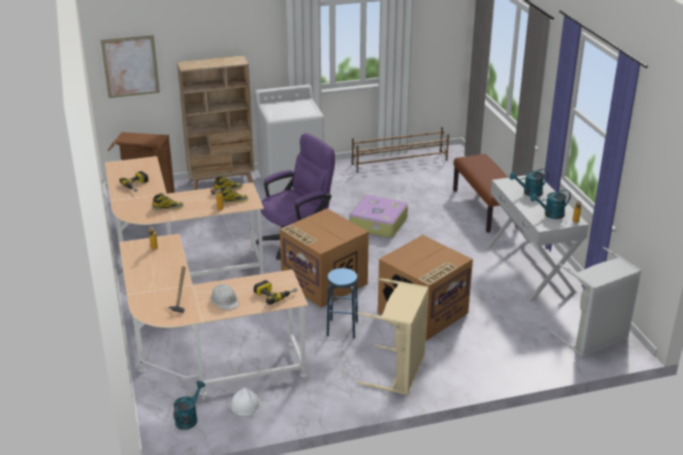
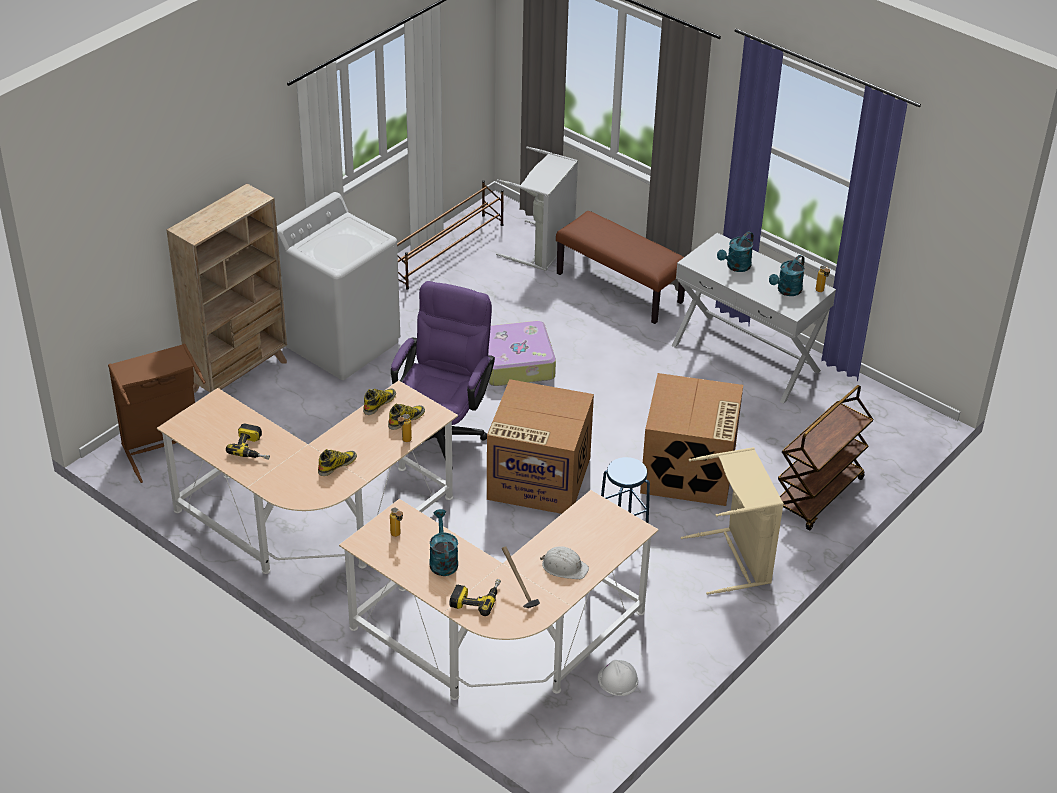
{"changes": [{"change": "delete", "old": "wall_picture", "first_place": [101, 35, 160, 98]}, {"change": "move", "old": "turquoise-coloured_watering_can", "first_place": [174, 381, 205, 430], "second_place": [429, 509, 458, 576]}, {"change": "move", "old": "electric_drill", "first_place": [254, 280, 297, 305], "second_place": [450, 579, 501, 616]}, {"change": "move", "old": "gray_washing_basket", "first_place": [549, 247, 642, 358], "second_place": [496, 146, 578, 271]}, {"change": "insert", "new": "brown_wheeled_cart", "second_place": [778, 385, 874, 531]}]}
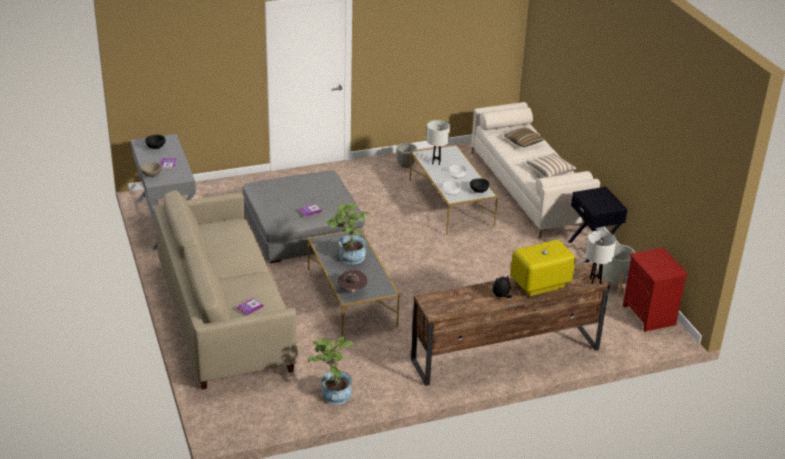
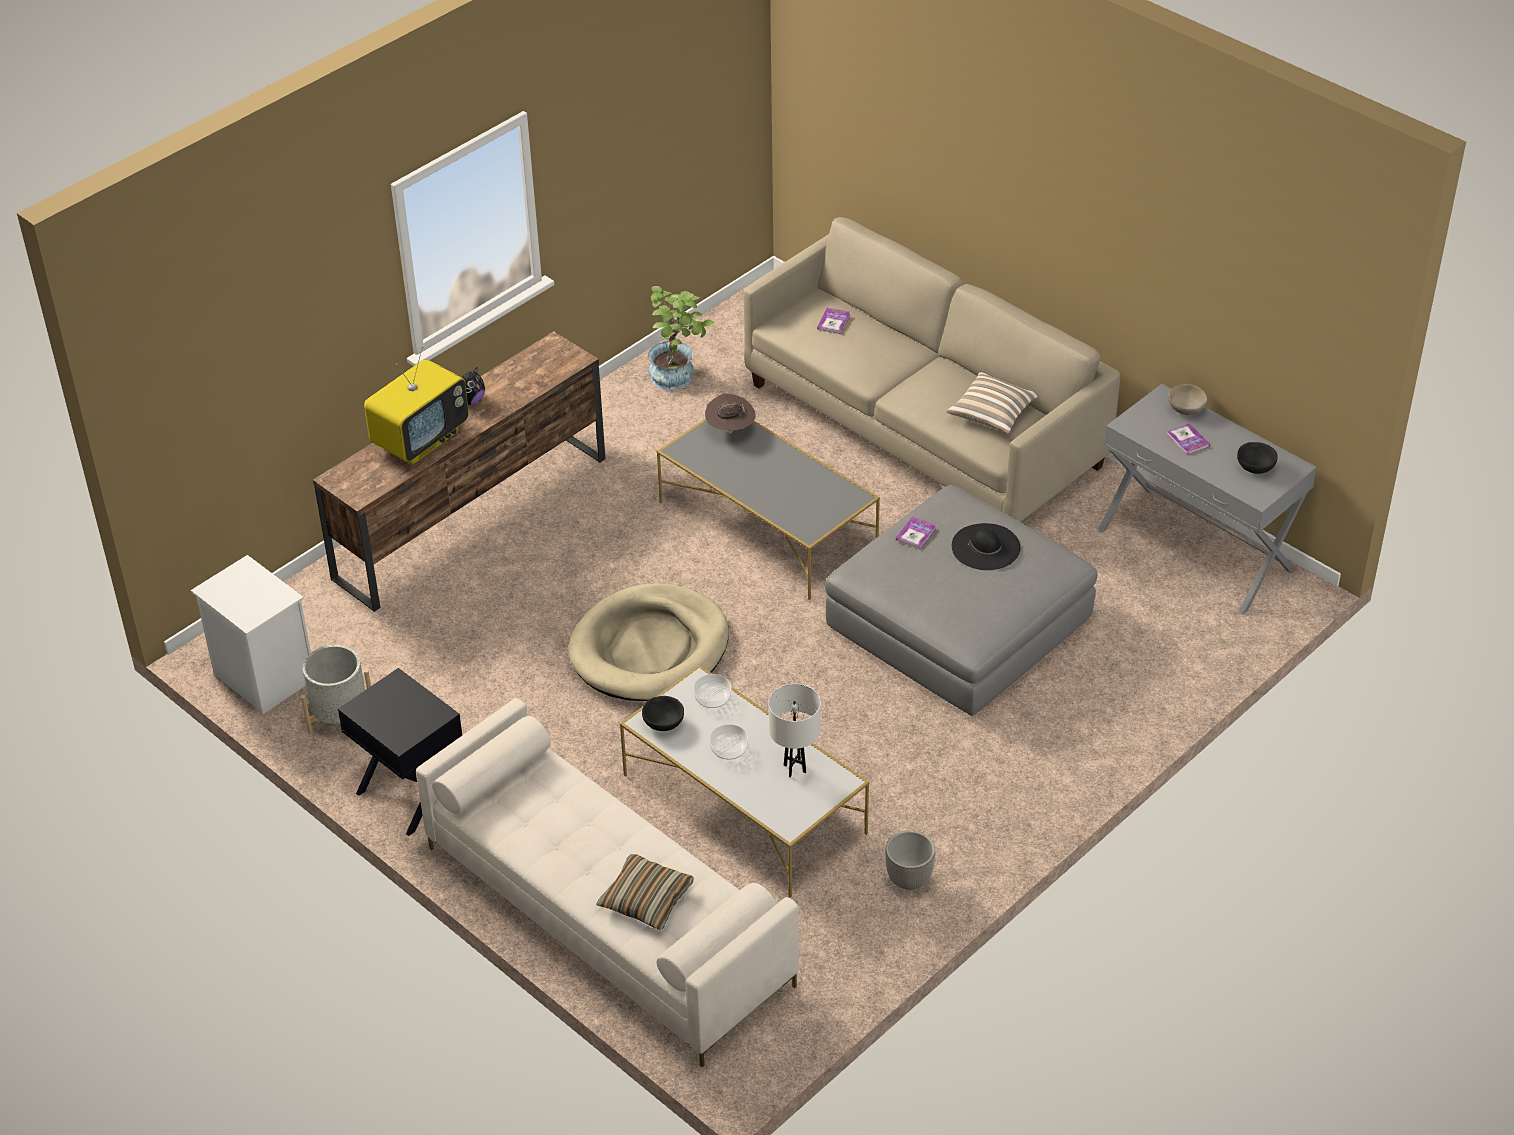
{"changes": [{"change": "delete", "old": "houseplant", "first_place": [325, 204, 371, 264]}, {"change": "move", "old": "pillow", "first_place": [526, 153, 576, 177], "second_place": [946, 372, 1038, 434]}, {"change": "delete", "old": "whitish_table_lamp", "first_place": [585, 231, 616, 284]}, {"change": "recolor", "old": "red_nightstand", "new": "whitish_nightstand", "first_place": [623, 248, 689, 332], "second_place": [191, 555, 311, 714]}, {"change": "insert", "new": "beige-coloured_dog_cushion", "second_place": [568, 583, 729, 701]}, {"change": "insert", "new": "black_clothing_hat", "second_place": [952, 523, 1020, 570]}]}
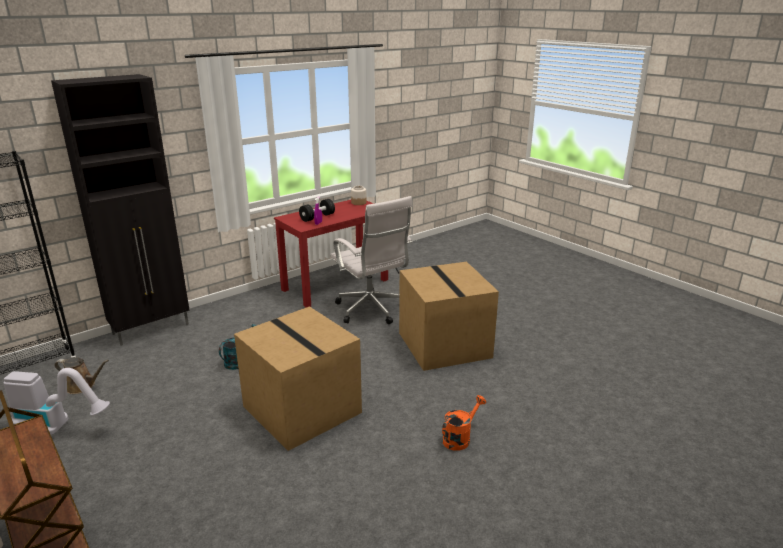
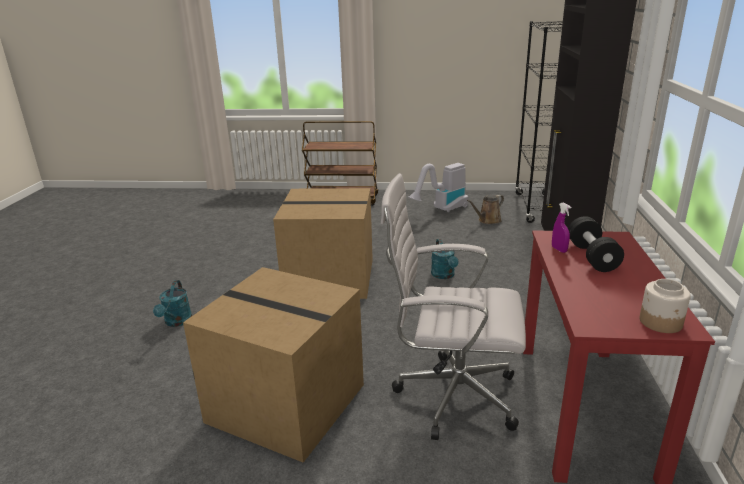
{"changes": [{"change": "recolor", "old": "orange_watering_can", "new": "turquoise-coloured_watering_can", "first_place": [442, 395, 486, 451], "second_place": [153, 280, 192, 327]}]}
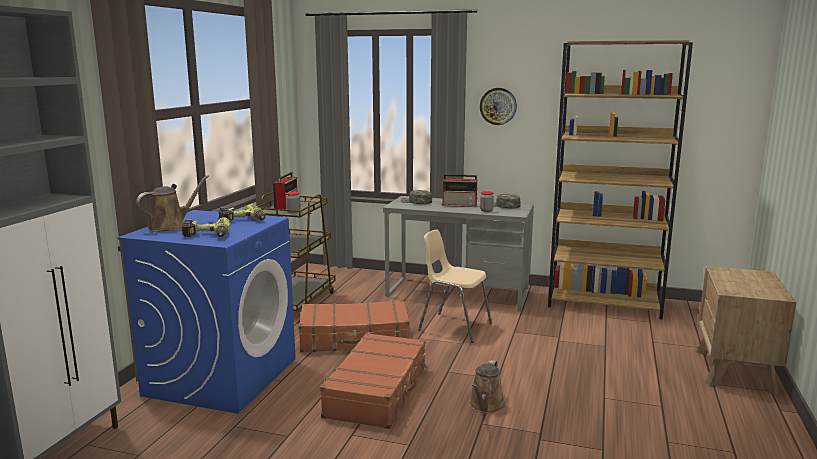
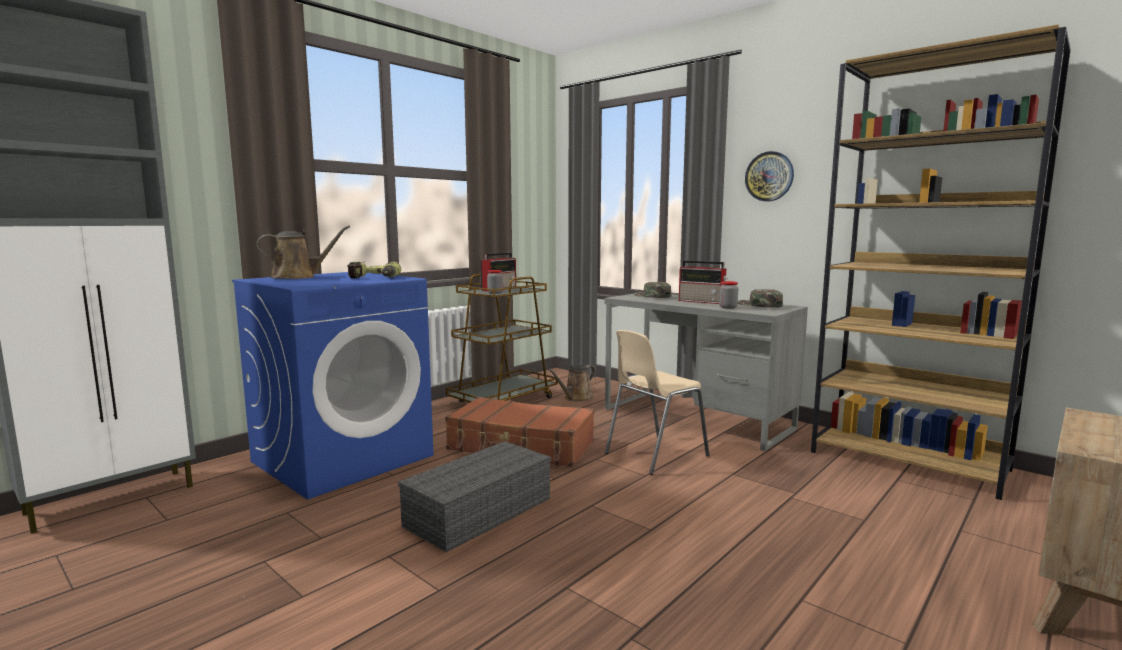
{"changes": [{"change": "delete", "old": "electric_drill", "first_place": [181, 217, 231, 237]}, {"change": "replace", "old": "brown_suitcase", "new": "gray_storage_bin", "first_place": [320, 333, 428, 429], "second_place": [398, 441, 551, 552]}, {"change": "rotate", "old": "beige-coloured_plain_chair", "first_place": [418, 229, 492, 343], "second_place": [605, 330, 709, 475], "degrees": -90}, {"change": "move", "old": "brown_watering_can", "first_place": [469, 360, 505, 413], "second_place": [547, 365, 595, 402]}]}
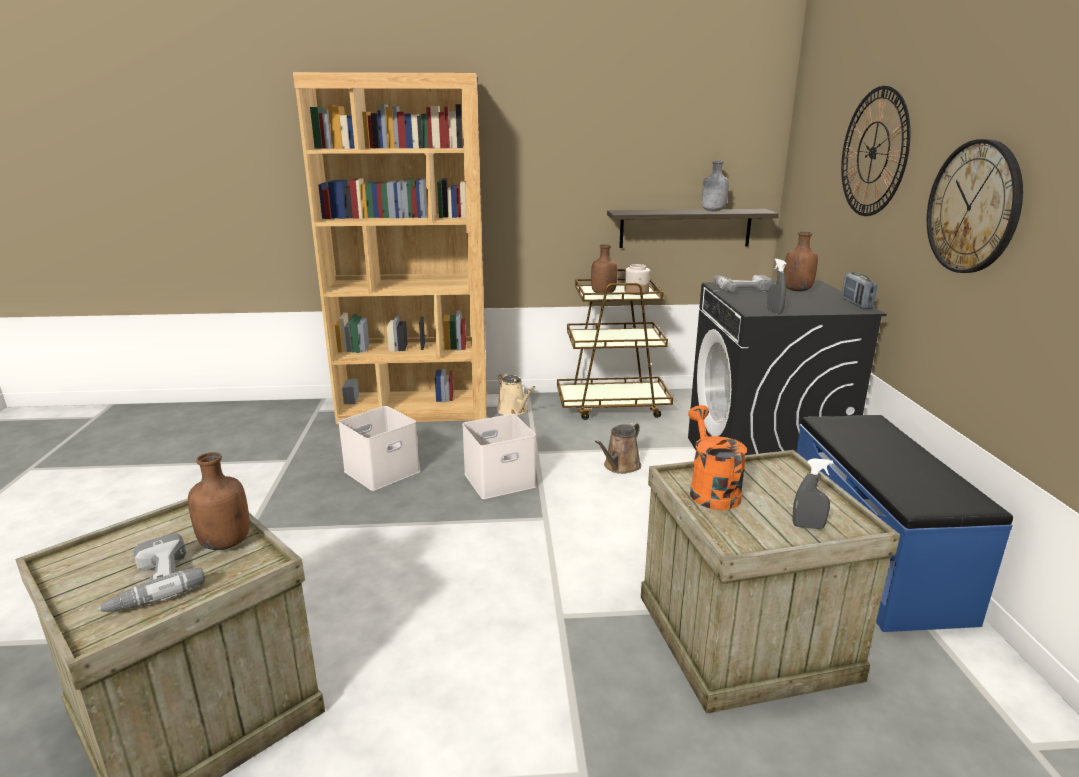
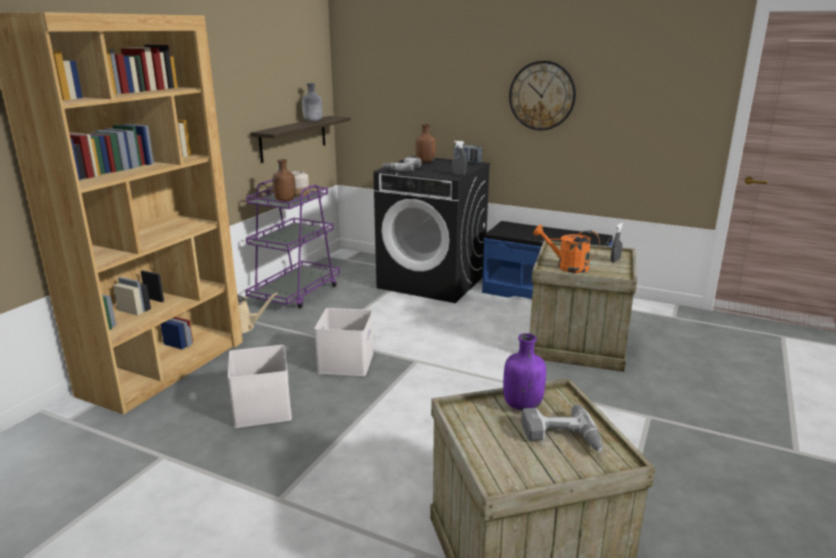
{"changes": [{"change": "recolor", "old": "brown_bottle", "new": "purple_bottle", "first_place": [188, 452, 250, 550], "second_place": [503, 333, 546, 410]}, {"change": "recolor", "old": "brown_wheeled_cart", "new": "purple_wheeled_cart", "first_place": [557, 269, 673, 420], "second_place": [246, 179, 340, 308]}, {"change": "delete", "old": "brown_watering_can", "first_place": [595, 422, 641, 474]}, {"change": "delete", "old": "hanging_clock", "first_place": [841, 86, 910, 216]}]}
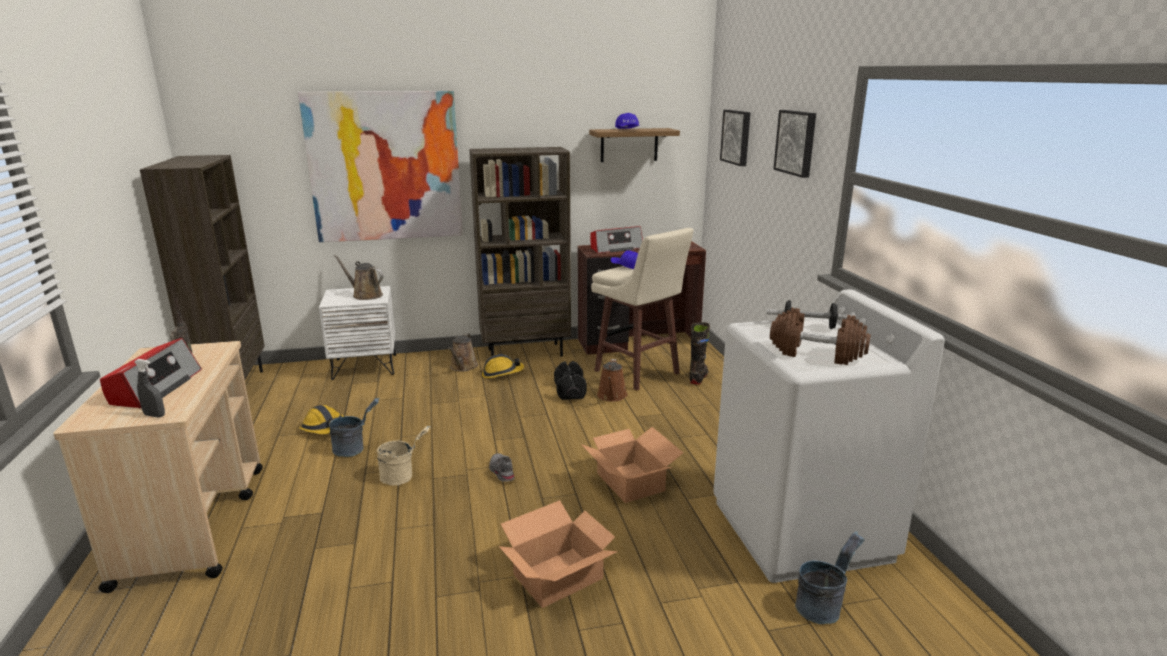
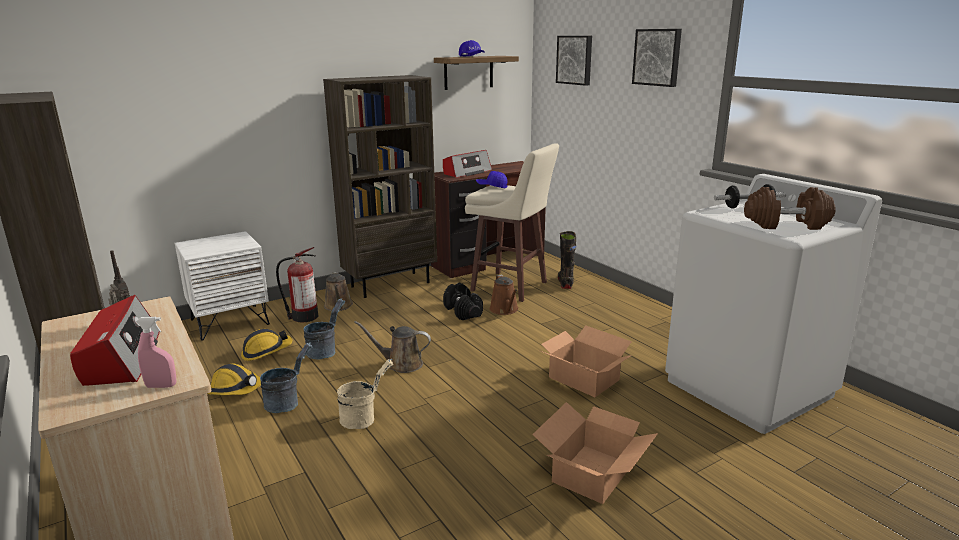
{"changes": [{"change": "recolor", "old": "gray_spray_bottle", "new": "pinkish_spray_bottle", "first_place": [134, 359, 165, 418], "second_place": [136, 317, 176, 388]}, {"change": "delete", "old": "wall_picture", "first_place": [298, 91, 463, 242]}, {"change": "move", "old": "brown_watering_can", "first_place": [334, 255, 384, 300], "second_place": [354, 321, 431, 373]}, {"change": "move", "old": "safety_helmet", "first_place": [482, 354, 524, 378], "second_place": [241, 329, 292, 361]}, {"change": "delete", "old": "gray_item_of_footwear", "first_place": [489, 453, 515, 482]}, {"change": "move", "old": "gray_bucket", "first_place": [795, 532, 865, 624], "second_place": [303, 298, 345, 359]}, {"change": "insert", "new": "fire_extinguisher", "second_place": [276, 247, 318, 322]}]}
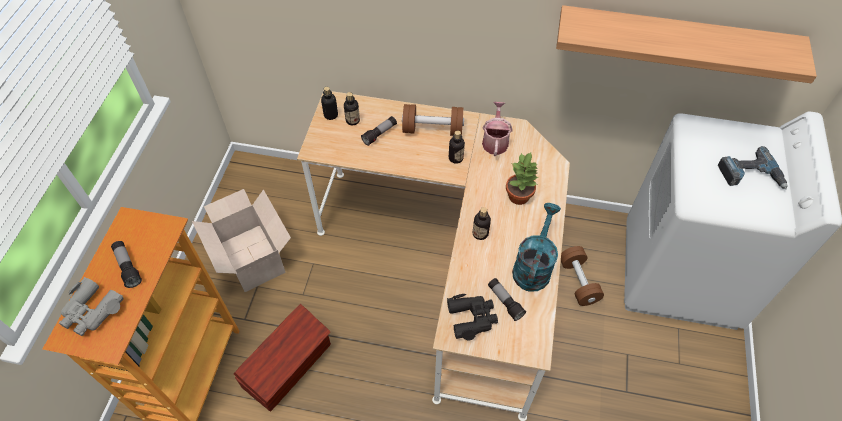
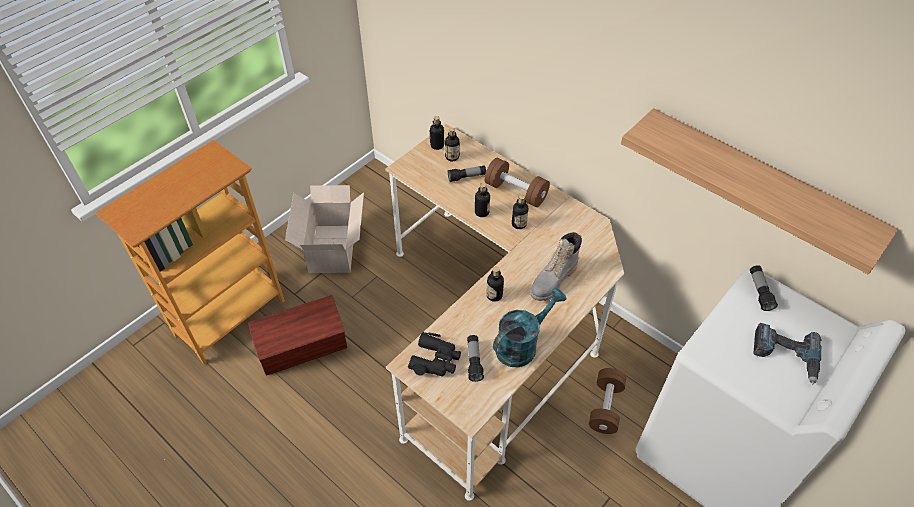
{"changes": [{"change": "delete", "old": "gray_pair_of_binoculars", "first_place": [59, 277, 124, 336]}, {"change": "move", "old": "torch", "first_place": [111, 241, 142, 288], "second_place": [750, 265, 778, 311]}, {"change": "delete", "old": "watering_can", "first_place": [482, 102, 513, 156]}, {"change": "replace", "old": "houseplant", "new": "gray_tall_boot", "first_place": [506, 153, 538, 205], "second_place": [530, 232, 582, 301]}, {"change": "insert", "new": "bottle", "second_place": [475, 183, 490, 217]}]}
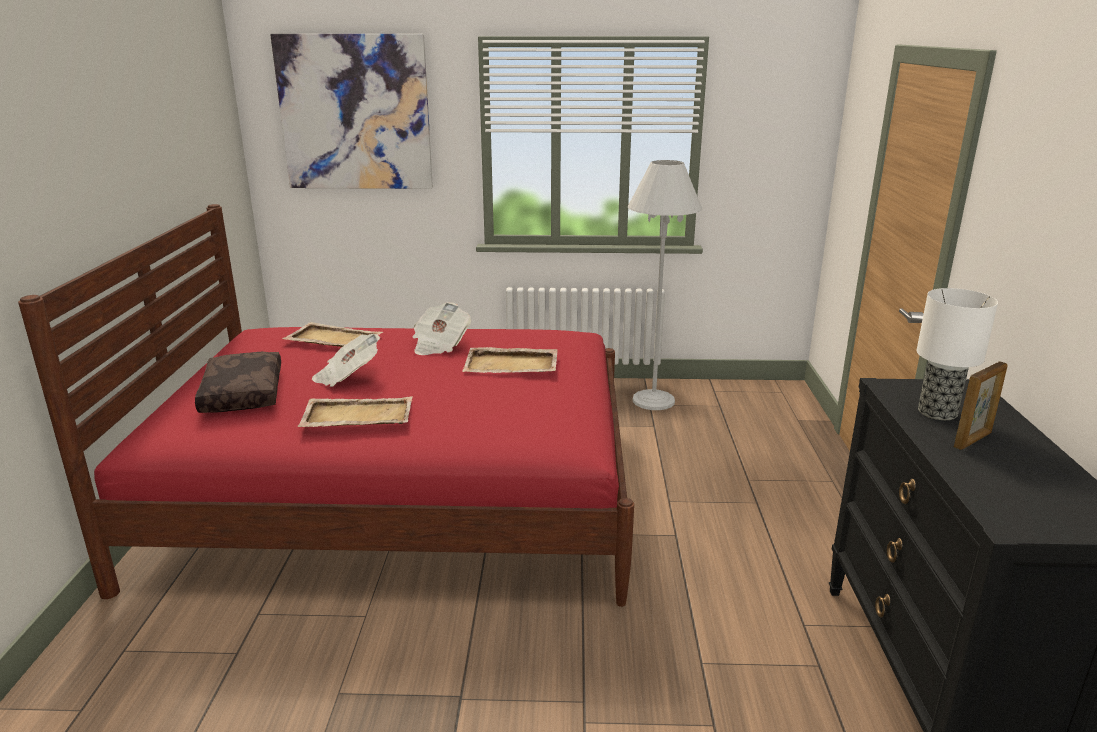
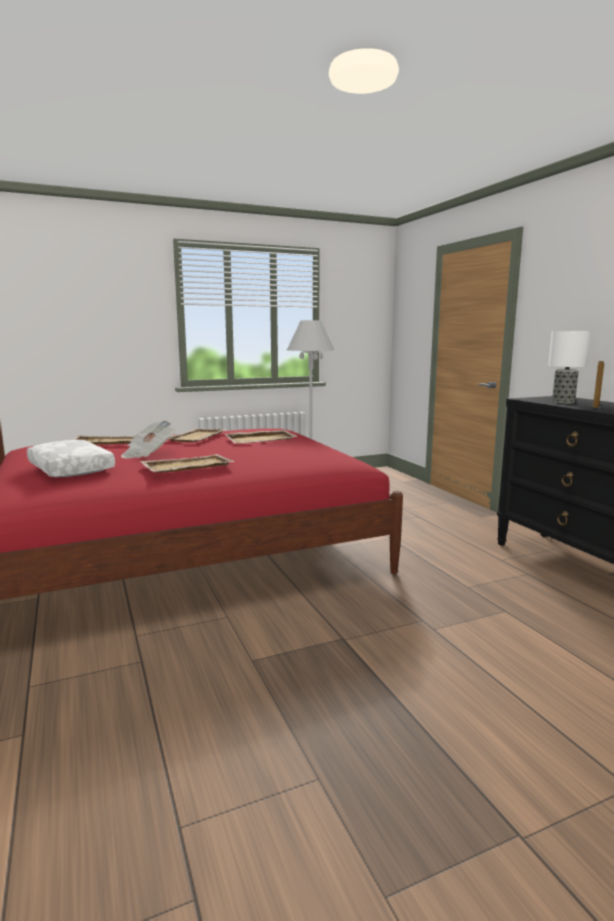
{"changes": [{"change": "recolor", "old": "brown_pillow", "new": "whitish_pillow", "first_place": [195, 352, 281, 413], "second_place": [27, 440, 115, 477]}, {"change": "delete", "old": "wall_picture", "first_place": [270, 34, 433, 189]}, {"change": "replace", "old": "printed_paper", "new": "beige-coloured_tray", "first_place": [413, 302, 471, 355], "second_place": [169, 429, 227, 442]}]}
